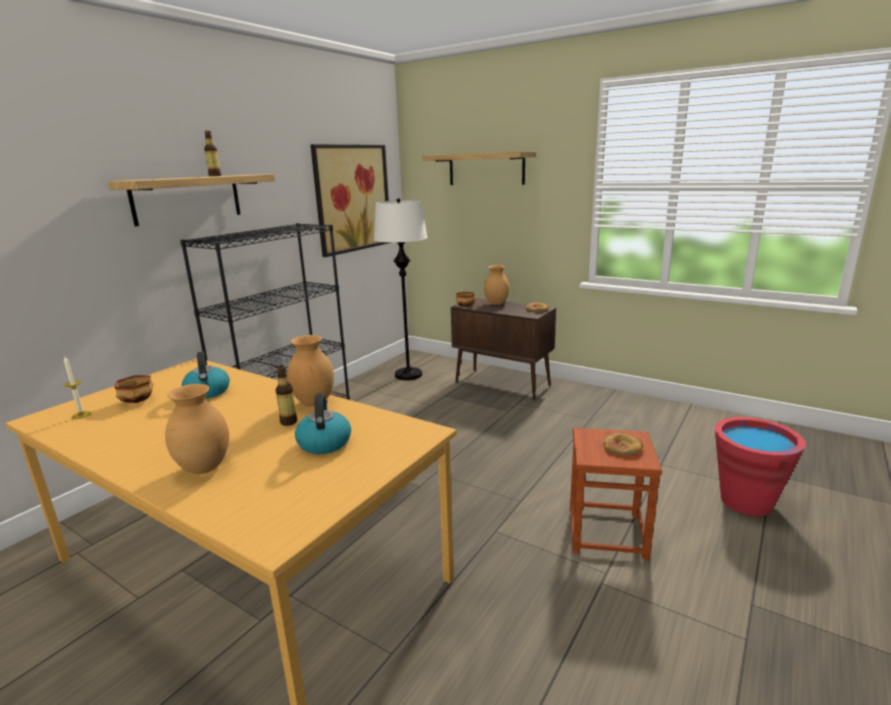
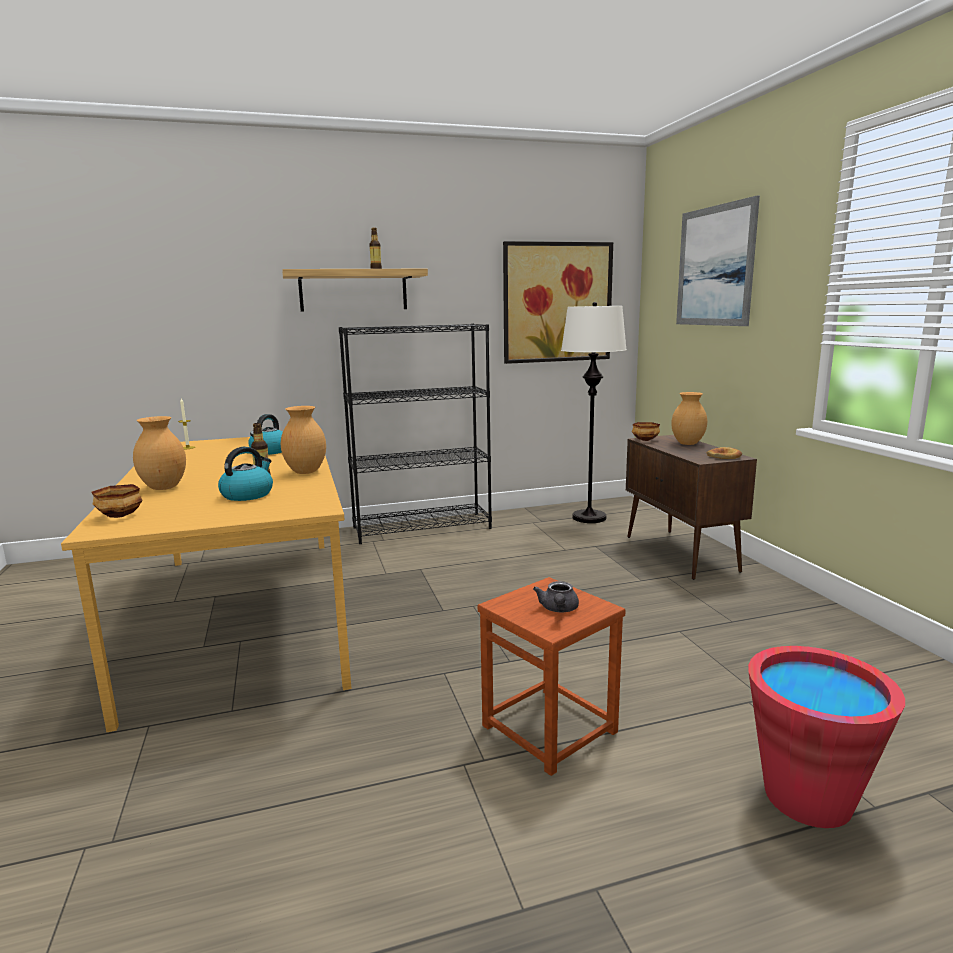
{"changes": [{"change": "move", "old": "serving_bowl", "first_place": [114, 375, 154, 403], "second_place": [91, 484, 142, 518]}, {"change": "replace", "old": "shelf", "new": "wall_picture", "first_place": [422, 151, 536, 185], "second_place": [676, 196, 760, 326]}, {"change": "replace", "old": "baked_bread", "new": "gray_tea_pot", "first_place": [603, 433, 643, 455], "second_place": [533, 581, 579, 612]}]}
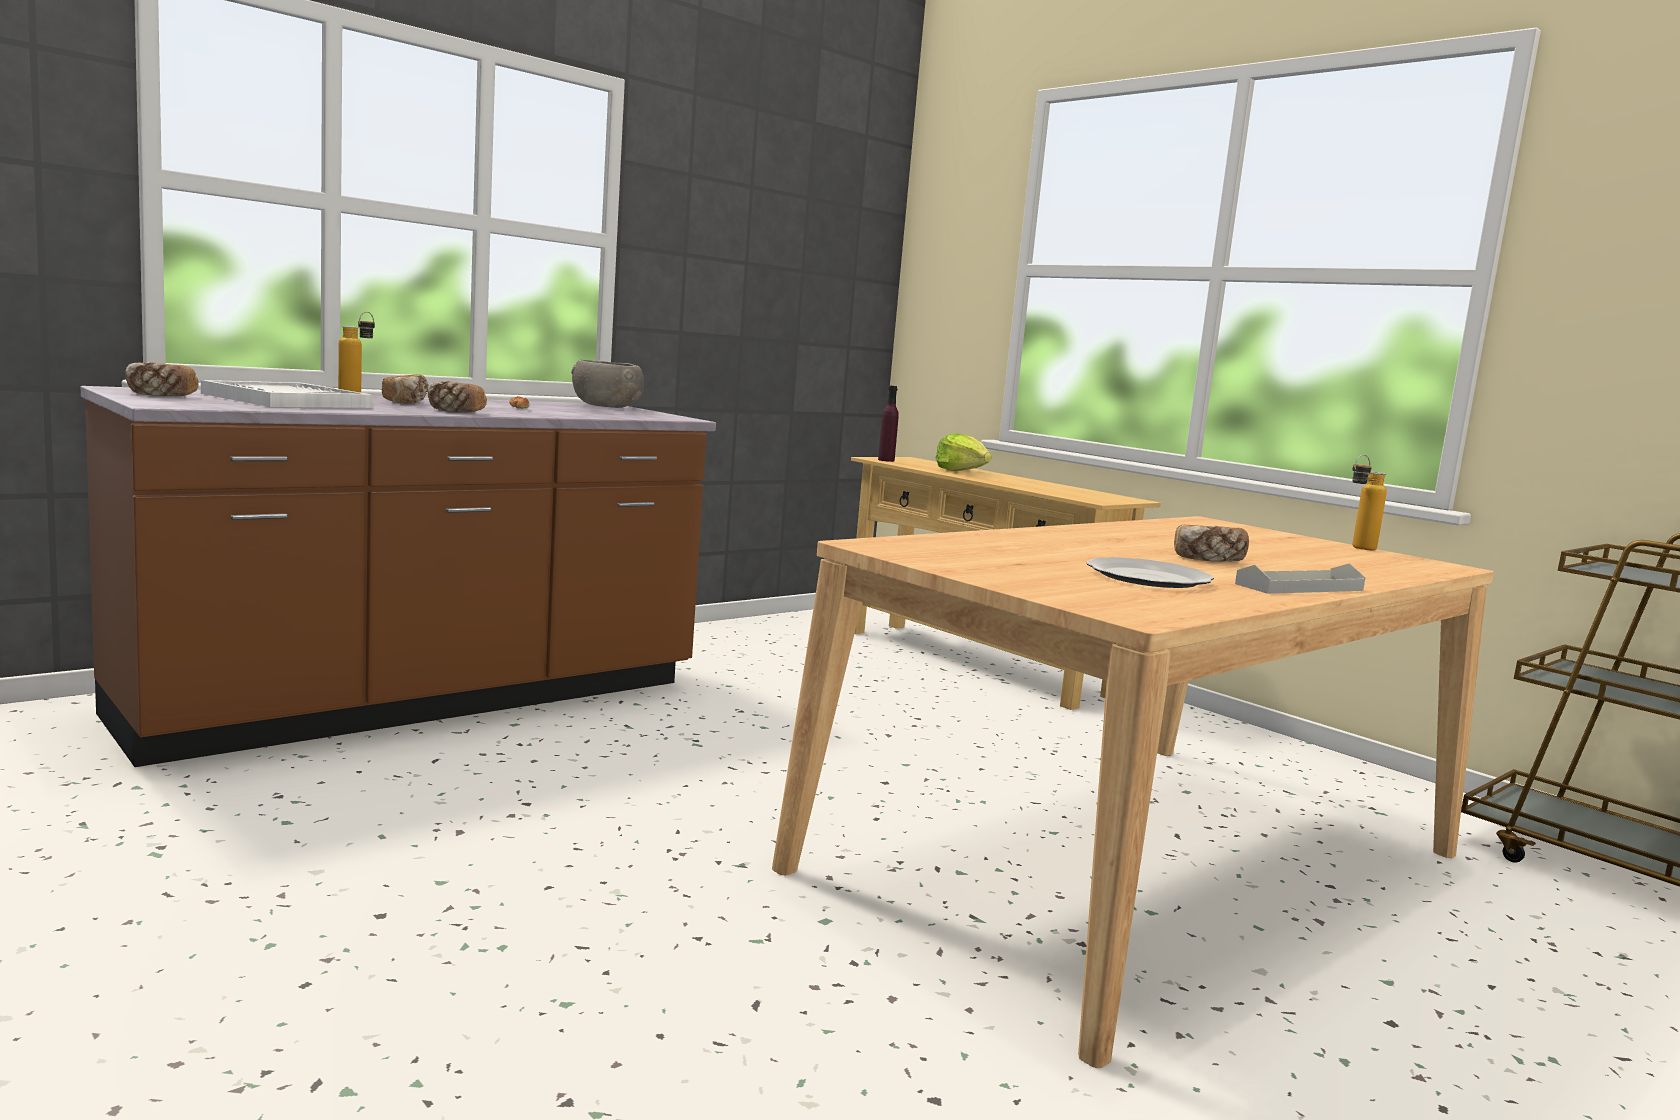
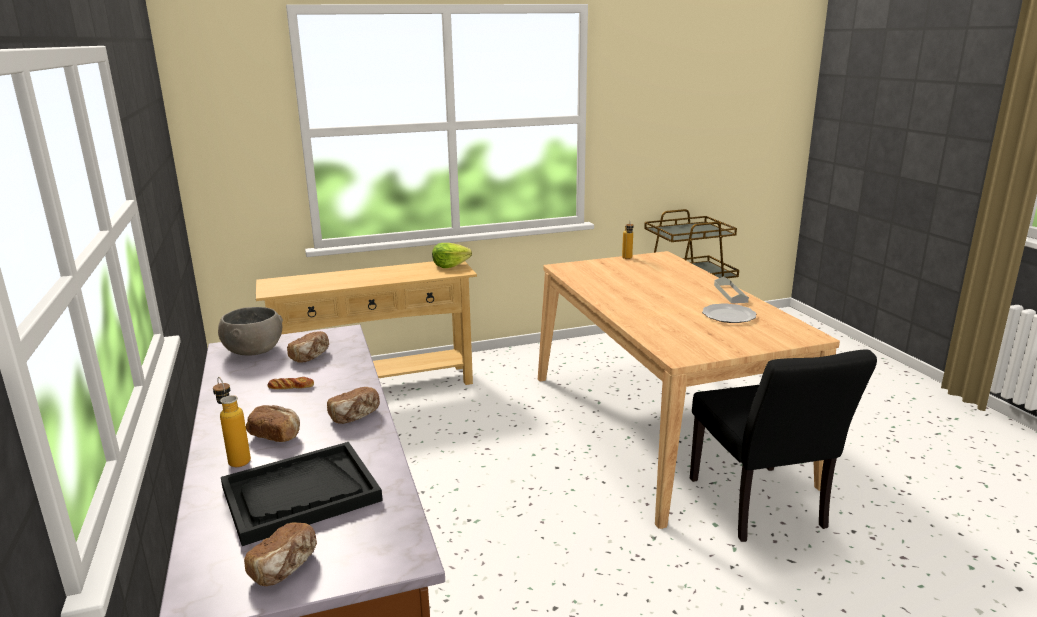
{"changes": [{"change": "recolor", "old": "whitish_tray", "new": "black_tray", "first_place": [201, 380, 372, 408], "second_place": [221, 442, 383, 546]}, {"change": "delete", "old": "purple_bottle", "first_place": [878, 386, 899, 462]}, {"change": "move", "old": "head_of_lettuce", "first_place": [936, 433, 992, 471], "second_place": [432, 243, 472, 268]}, {"change": "move", "old": "baked_bread", "first_place": [1174, 525, 1249, 562], "second_place": [287, 331, 329, 363]}, {"change": "insert", "new": "black_plain_chair", "second_place": [690, 349, 877, 542]}]}
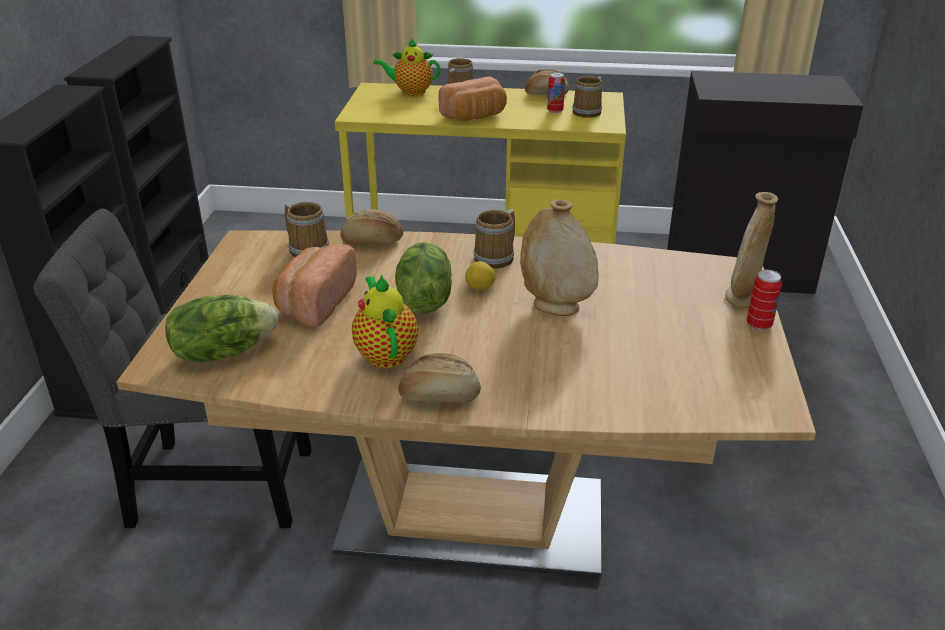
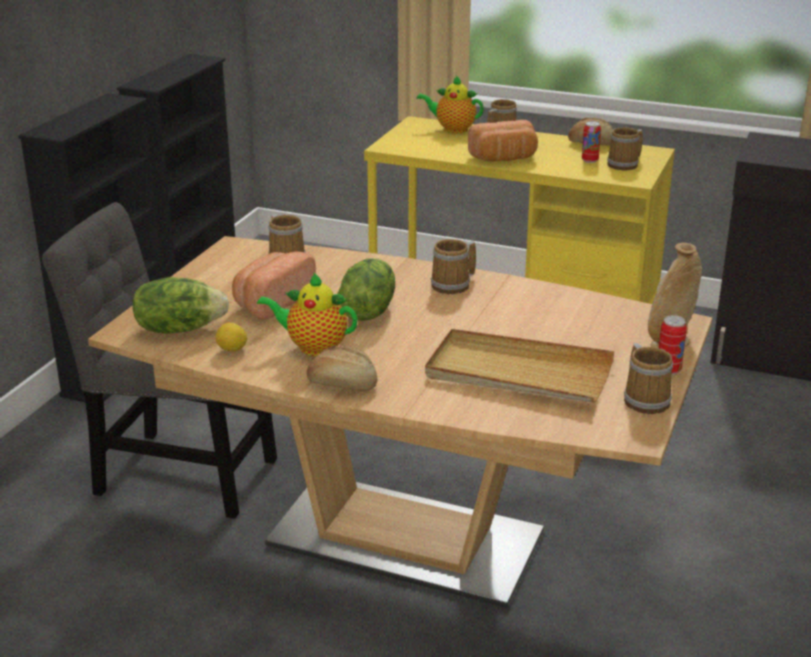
{"changes": [{"change": "delete", "old": "baked_bread", "first_place": [340, 209, 403, 245]}, {"change": "rotate", "old": "tea_pot", "first_place": [352, 274, 418, 368], "second_place": [257, 272, 358, 356], "degrees": -75}, {"change": "move", "old": "whole_lemon", "first_place": [465, 261, 496, 290], "second_place": [216, 323, 247, 351]}, {"change": "delete", "old": "beige-coloured_vase", "first_place": [520, 199, 599, 316]}, {"change": "insert", "new": "beige-coloured_tray", "second_place": [425, 329, 614, 403]}, {"change": "insert", "new": "coffee_mug", "second_place": [624, 343, 673, 414]}]}
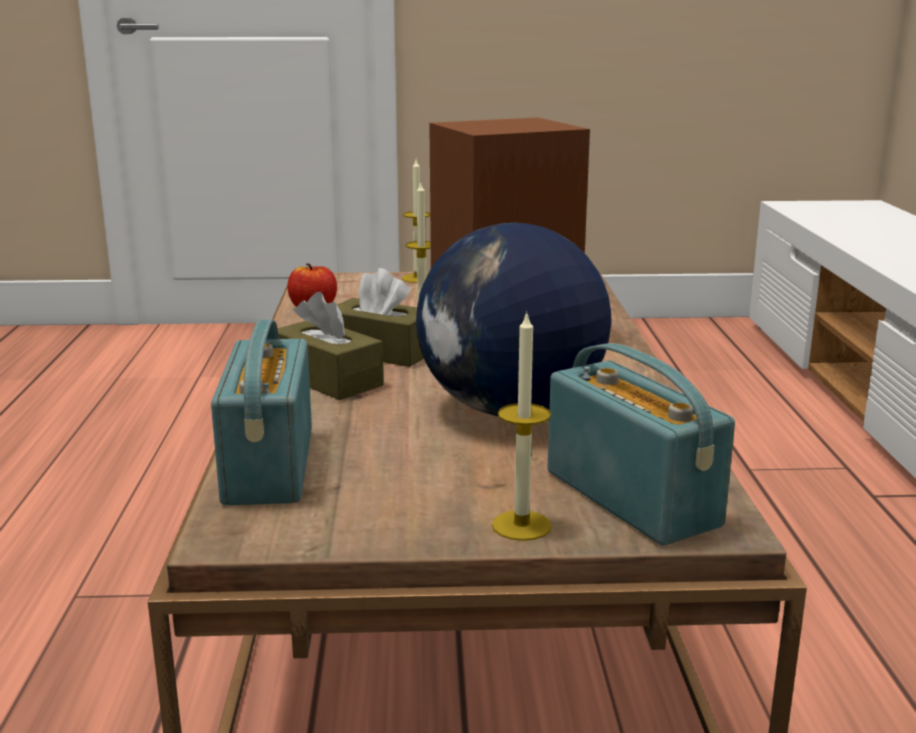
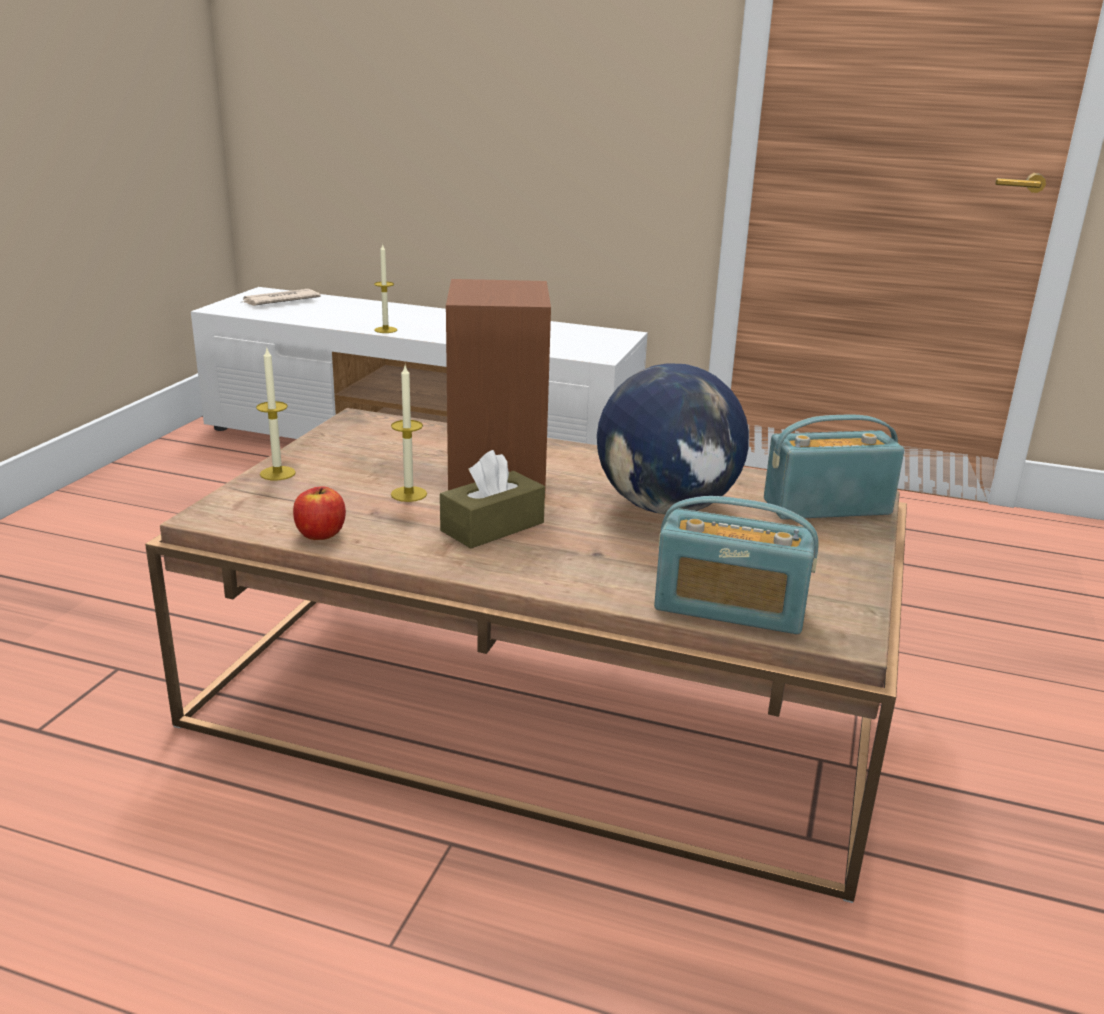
{"changes": [{"change": "delete", "old": "brown_tissue_box", "first_place": [278, 292, 384, 400]}, {"change": "move", "old": "candle", "first_place": [492, 310, 552, 541], "second_place": [374, 243, 397, 333]}, {"change": "insert", "new": "printed_paper", "second_place": [242, 289, 320, 306]}]}
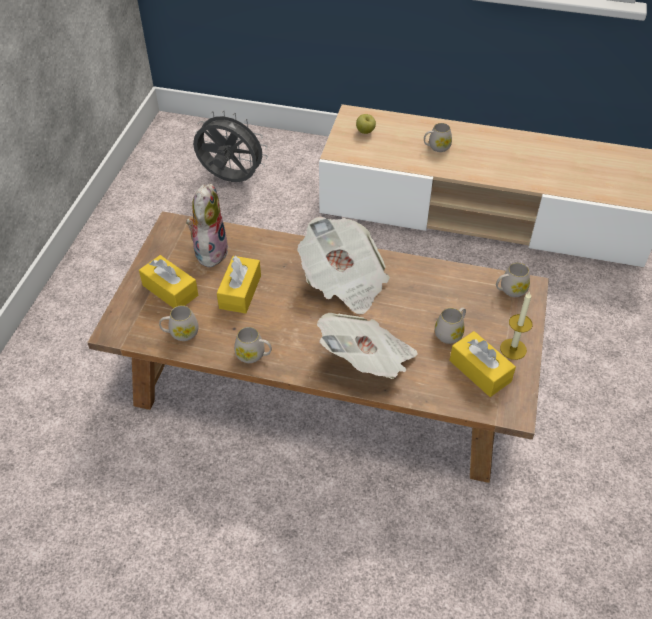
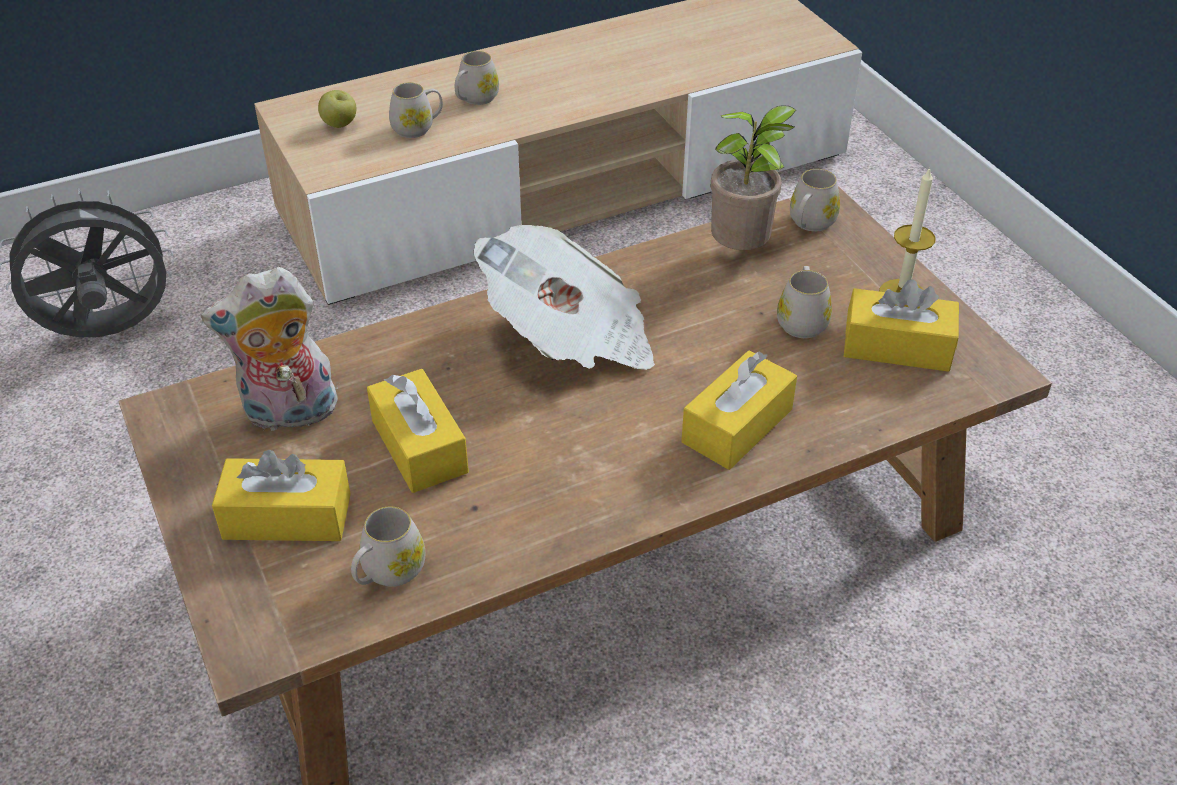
{"changes": [{"change": "rotate", "old": "cuddly_toy", "first_place": [186, 184, 229, 267], "second_place": [201, 267, 340, 432], "degrees": -75}, {"change": "move", "old": "whitish_coffee_mug", "first_place": [234, 327, 272, 363], "second_place": [389, 82, 443, 138]}, {"change": "replace", "old": "printed_paper", "new": "yellow-coloured_tissue_box", "first_place": [317, 313, 418, 379], "second_place": [681, 350, 797, 470]}, {"change": "insert", "new": "houseplant", "second_place": [710, 105, 797, 250]}]}
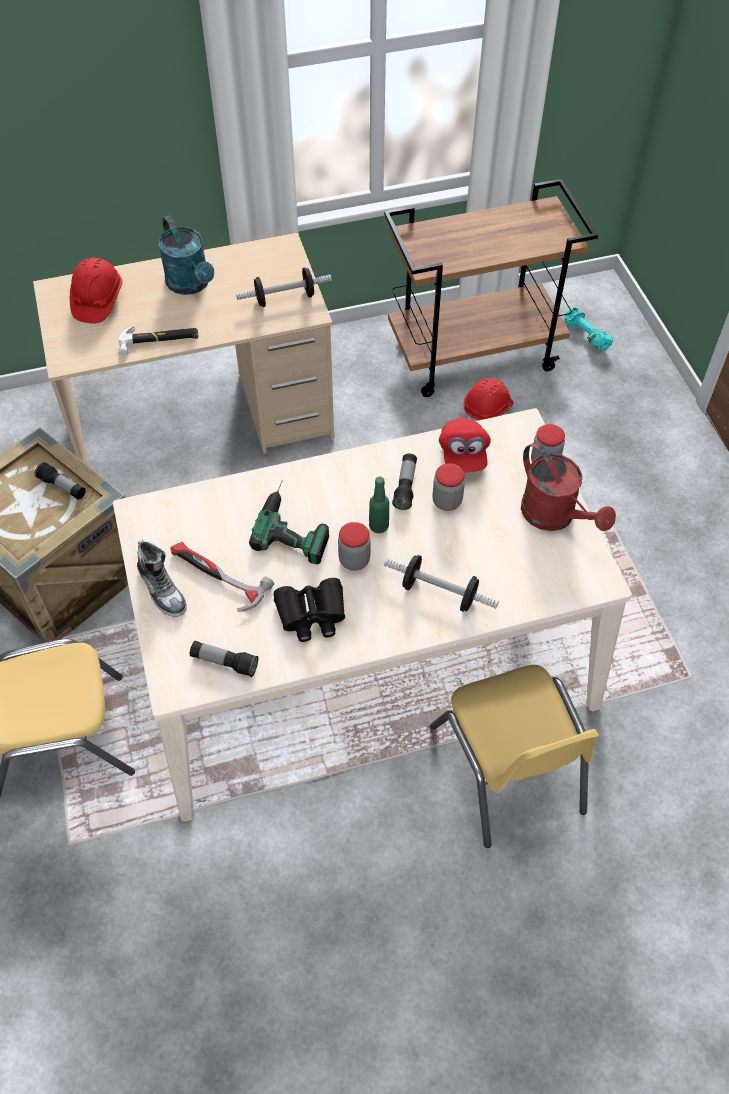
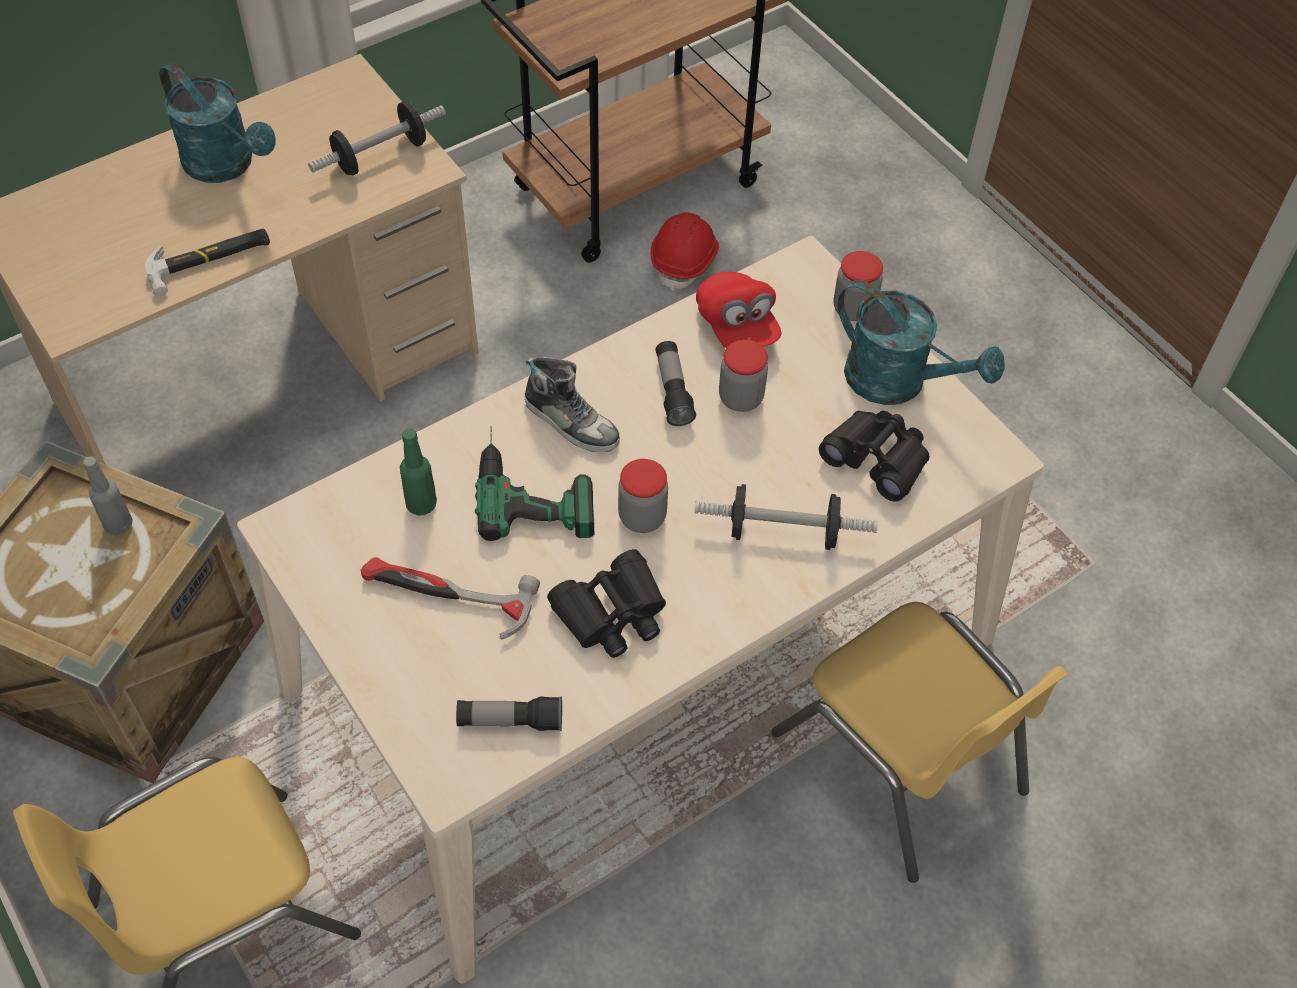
{"changes": [{"change": "replace", "old": "torch", "new": "gray_bottle", "first_place": [35, 462, 86, 500], "second_place": [83, 457, 133, 535]}, {"change": "delete", "old": "red_safety_helmet", "first_place": [70, 258, 122, 323]}, {"change": "move", "old": "item_of_footwear", "first_place": [137, 540, 187, 617], "second_place": [524, 357, 620, 452]}, {"change": "move", "old": "green_bottle", "first_place": [369, 477, 389, 533], "second_place": [400, 429, 437, 515]}, {"change": "recolor", "old": "red_watering_can", "new": "turquoise-coloured_watering_can", "first_place": [521, 442, 616, 531], "second_place": [837, 280, 1005, 405]}, {"change": "delete", "old": "turquoise-coloured_free_weight", "first_place": [564, 307, 613, 350]}, {"change": "insert", "new": "black_pair_of_binoculars", "second_place": [819, 411, 929, 502]}]}
